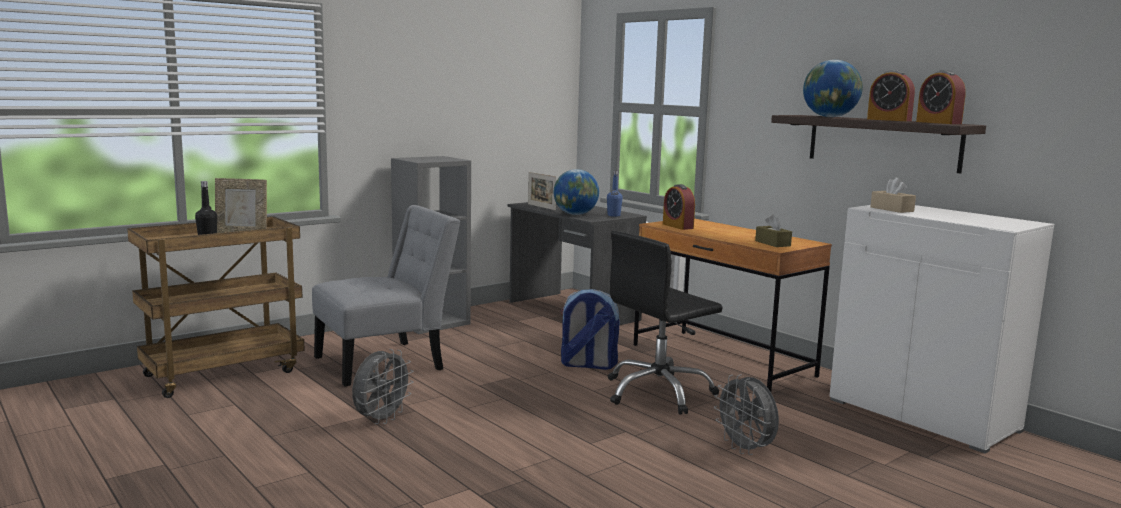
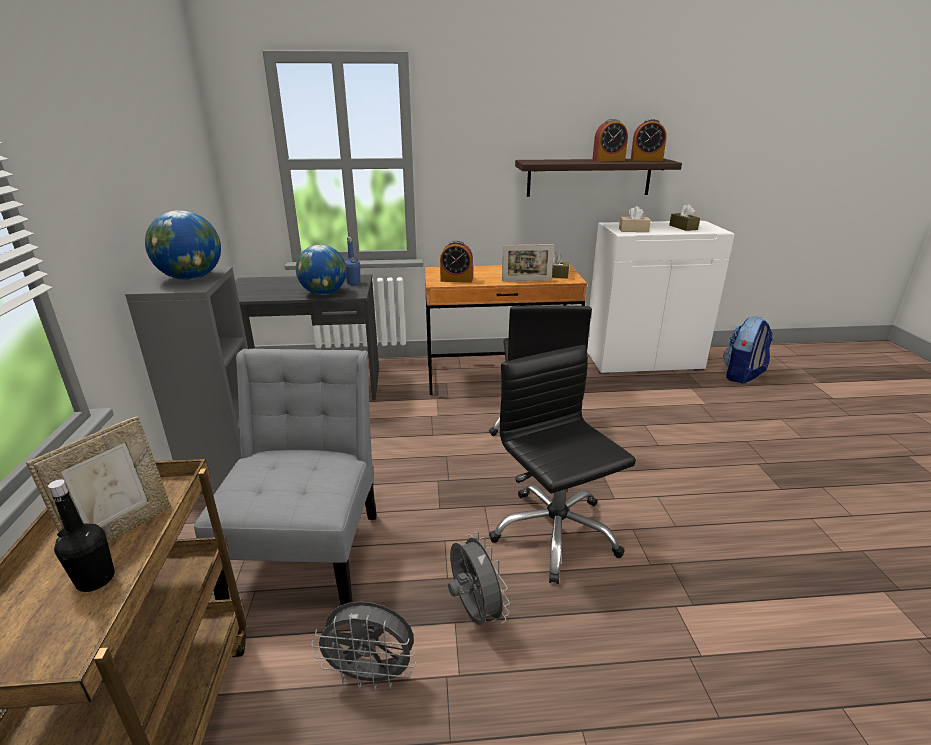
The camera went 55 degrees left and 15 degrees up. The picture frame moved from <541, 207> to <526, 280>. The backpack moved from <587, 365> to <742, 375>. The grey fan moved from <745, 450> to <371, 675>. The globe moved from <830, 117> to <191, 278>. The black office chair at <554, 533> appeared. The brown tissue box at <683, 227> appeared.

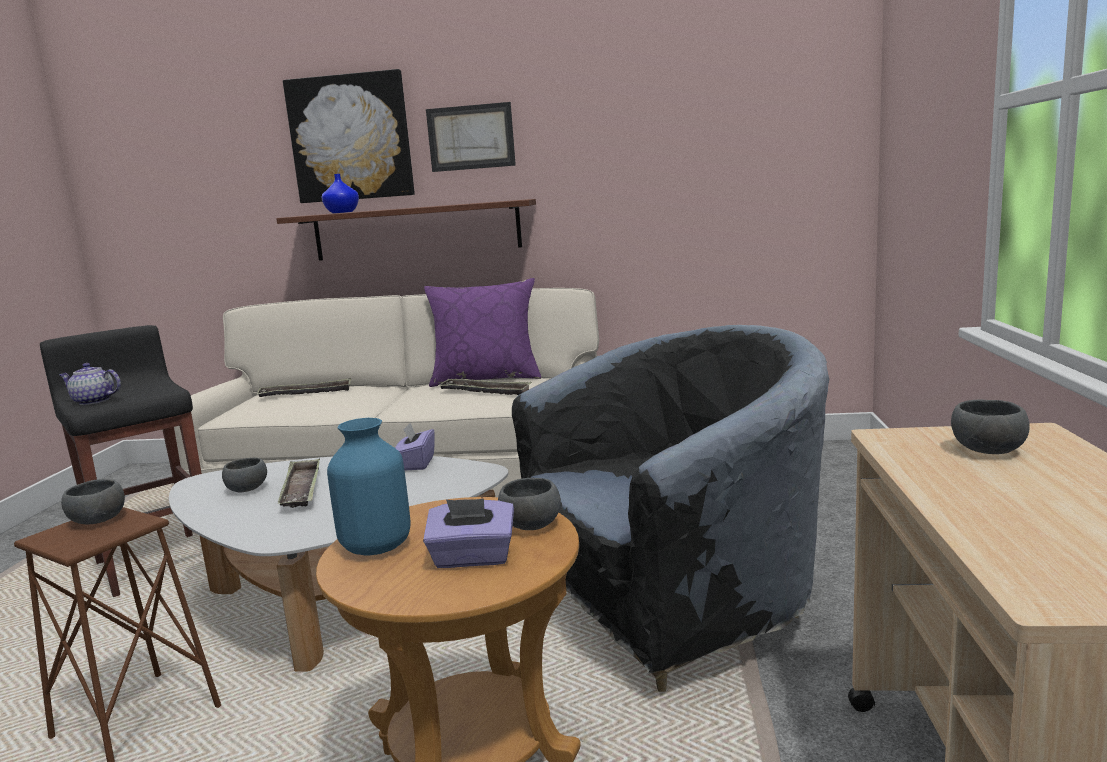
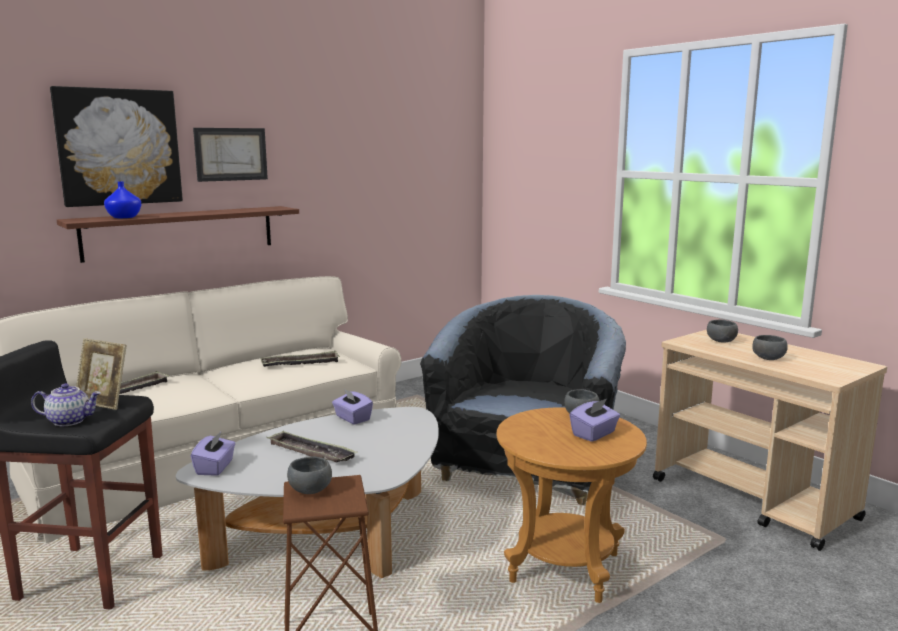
The camera went 45 degrees left and 0 degrees up. The teapot at <93, 401> turned 150 degrees counterclockwise. The grey bowl moved from <248, 489> to <767, 358>. The blue vase at <376, 546> disappeared. The purple pillow at <486, 378> disappeared. The picture frame at <103, 403> appeared. The purple tissue box at <215, 467> appeared.

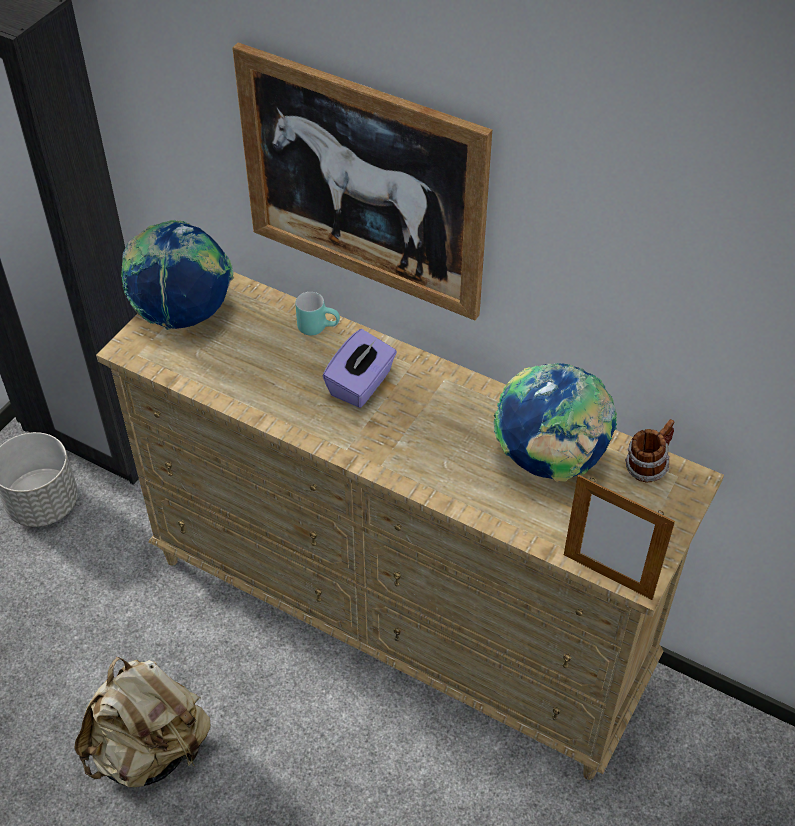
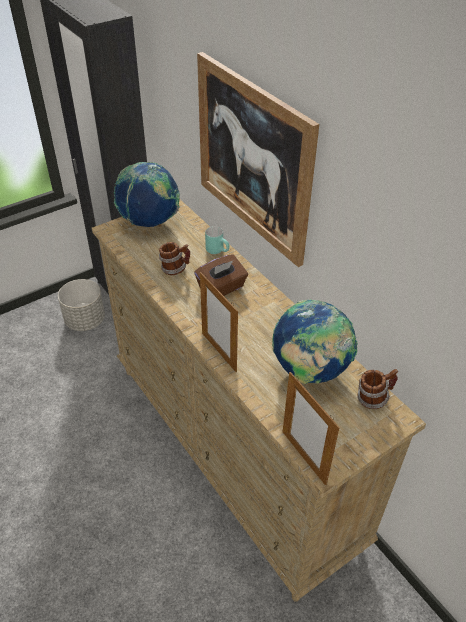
The camera went 25 degrees right and 5 degrees down. The beige backpack at <150, 750> disappeared. The purple tissue box at <361, 384> became the brown tissue box at <221, 288>. The mug at <175, 269> appeared. The picture frame at <219, 352> appeared.

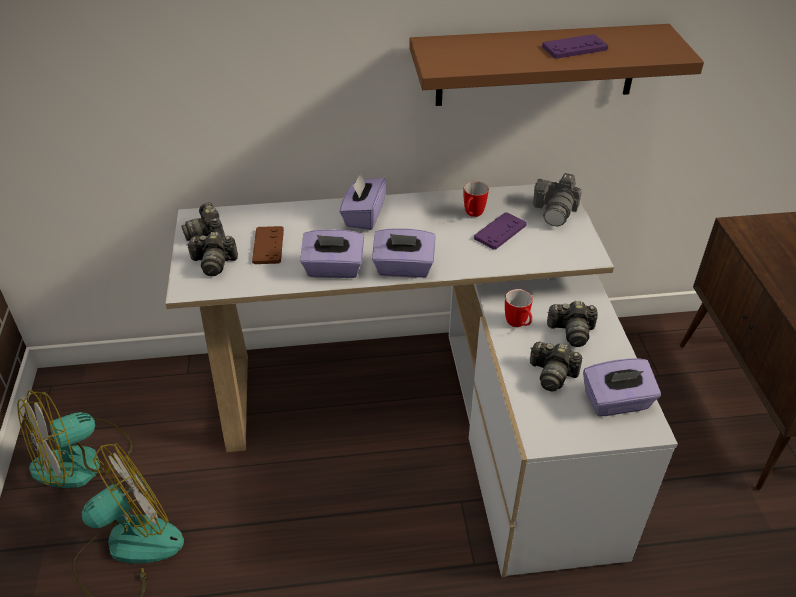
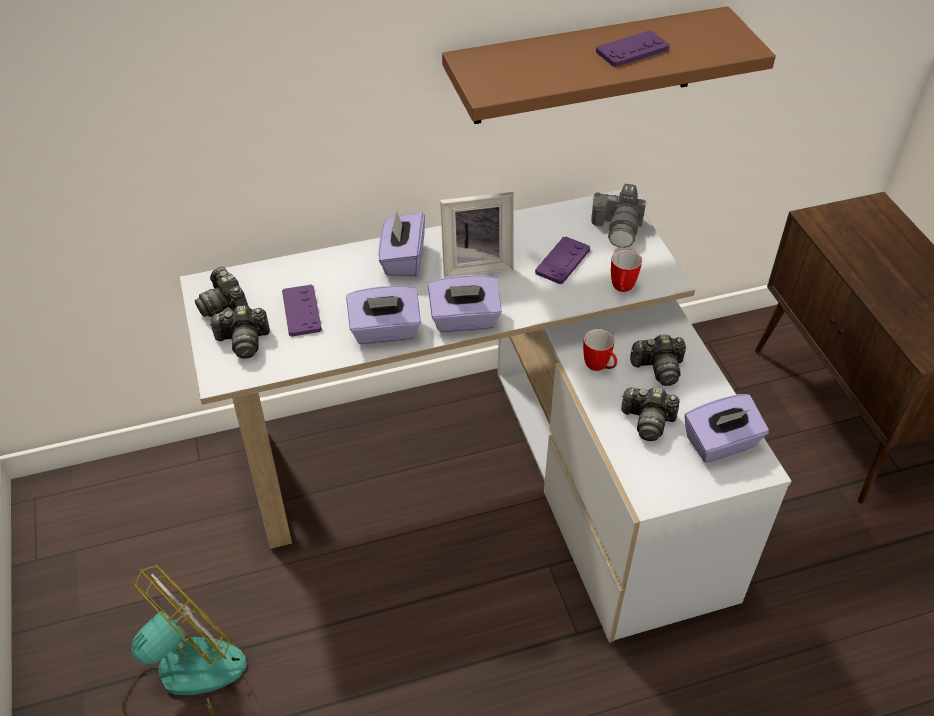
The camera went 10 degrees left and 5 degrees up. The fan at <82, 460> disappeared. The brown game controller at <268, 246> became the purple game controller at <301, 311>. The mug moved from <472, 215> to <621, 289>. The picture frame at <476, 264> appeared.

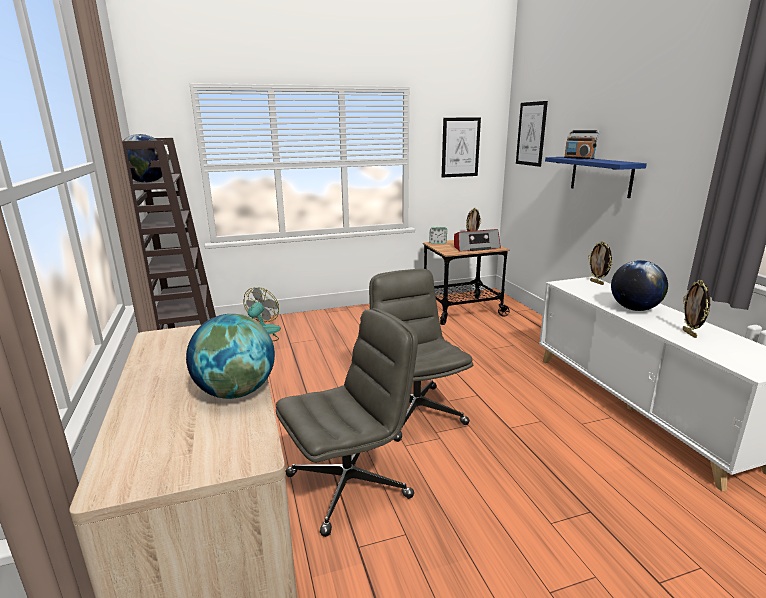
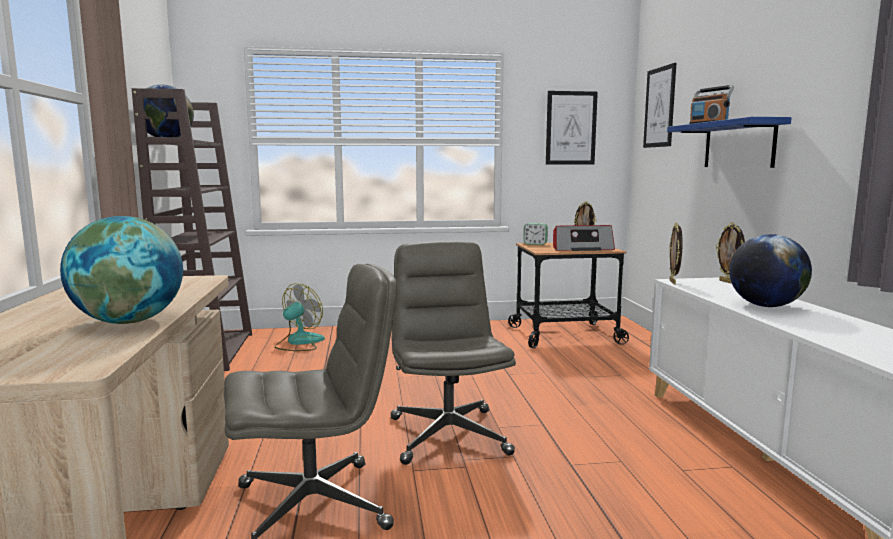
The camera went 10 degrees right and 10 degrees down. The picture frame moved from <690, 334> to <673, 282>.

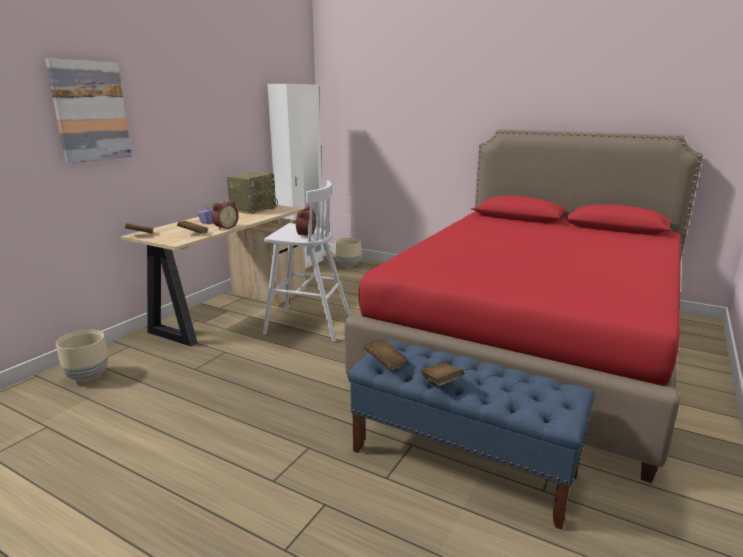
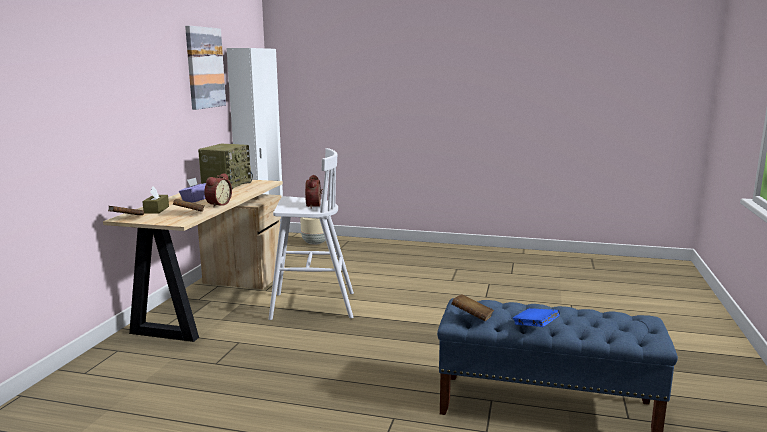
The camera went 15 degrees left and 5 degrees down. The picture moved from <90, 111> to <204, 67>. The beige planter at <88, 376> disappeared. The red bed at <531, 345> disappeared. The brown book at <441, 383> became the blue book at <535, 327>. The brown tissue box at <156, 210> appeared.

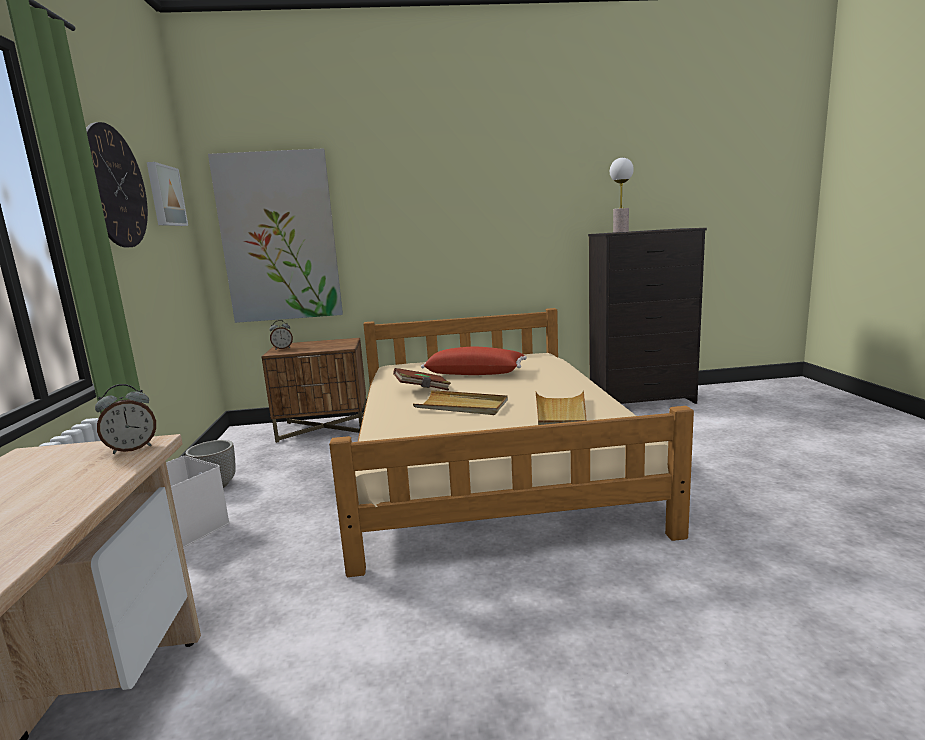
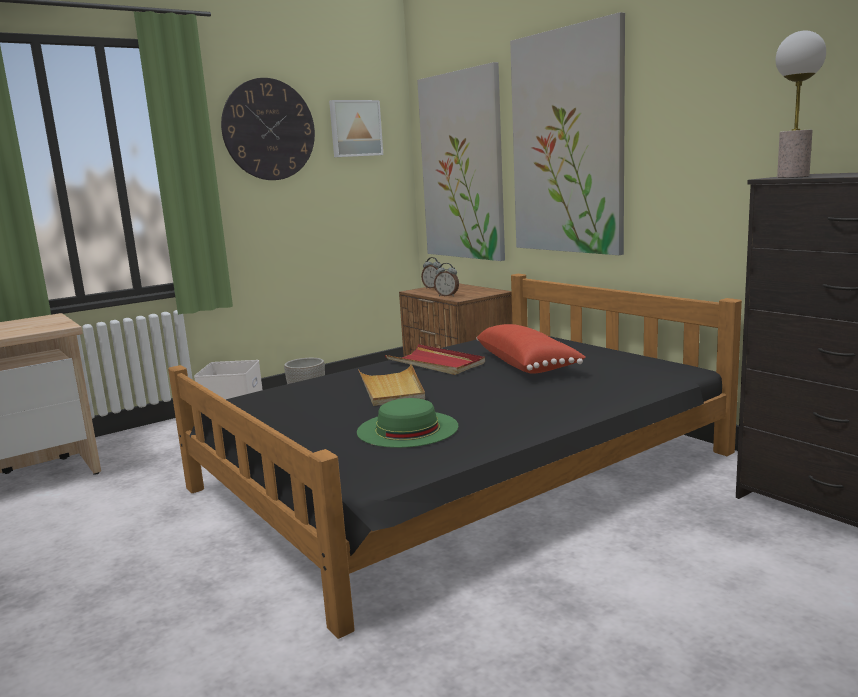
The camera went 60 degrees right and 0 degrees up. The alarm clock moved from <132, 449> to <447, 296>. The beige bed at <487, 460> became the black bed at <460, 472>. The brown book at <422, 390> was replaced by the red tray at <435, 363>. The beige tray at <560, 412> was replaced by the green hat at <407, 428>. The picture at <567, 143> appeared.

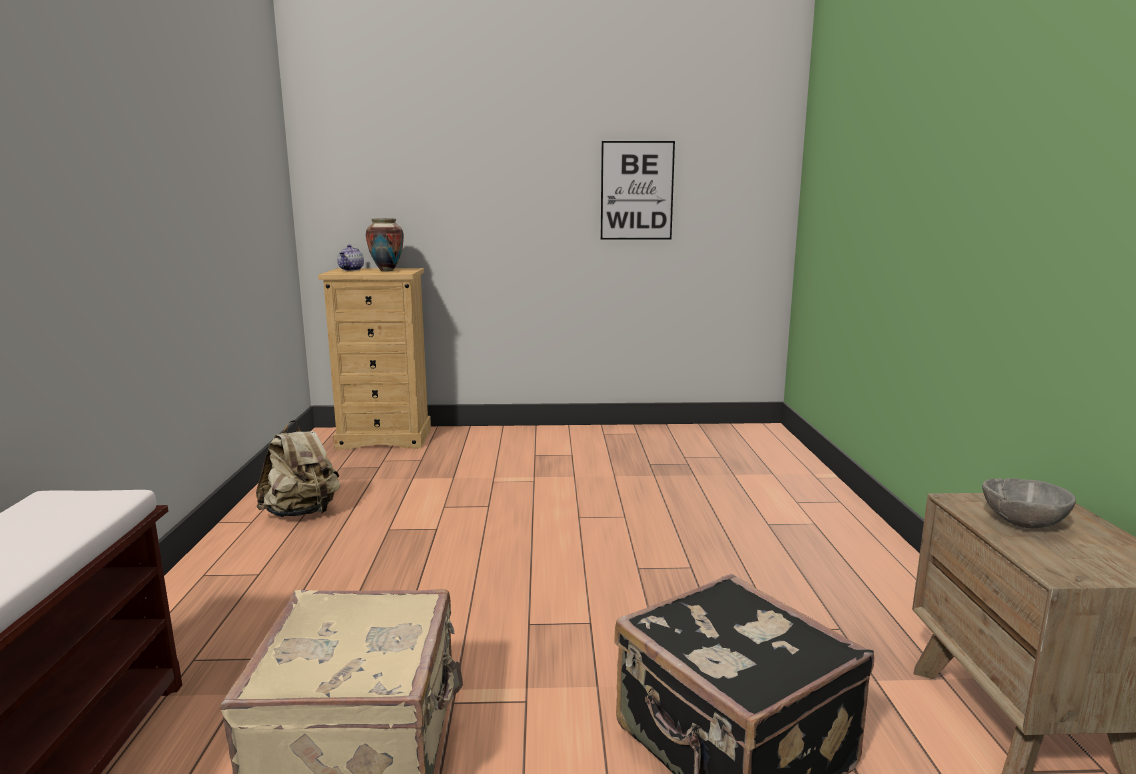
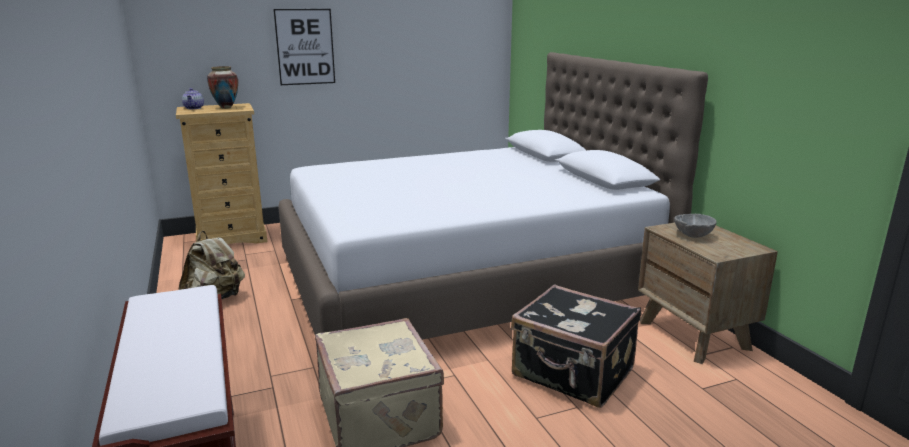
The camera went 20 degrees left and 5 degrees up. The picture moved from <637, 191> to <305, 47>. The white bed at <467, 280> appeared.

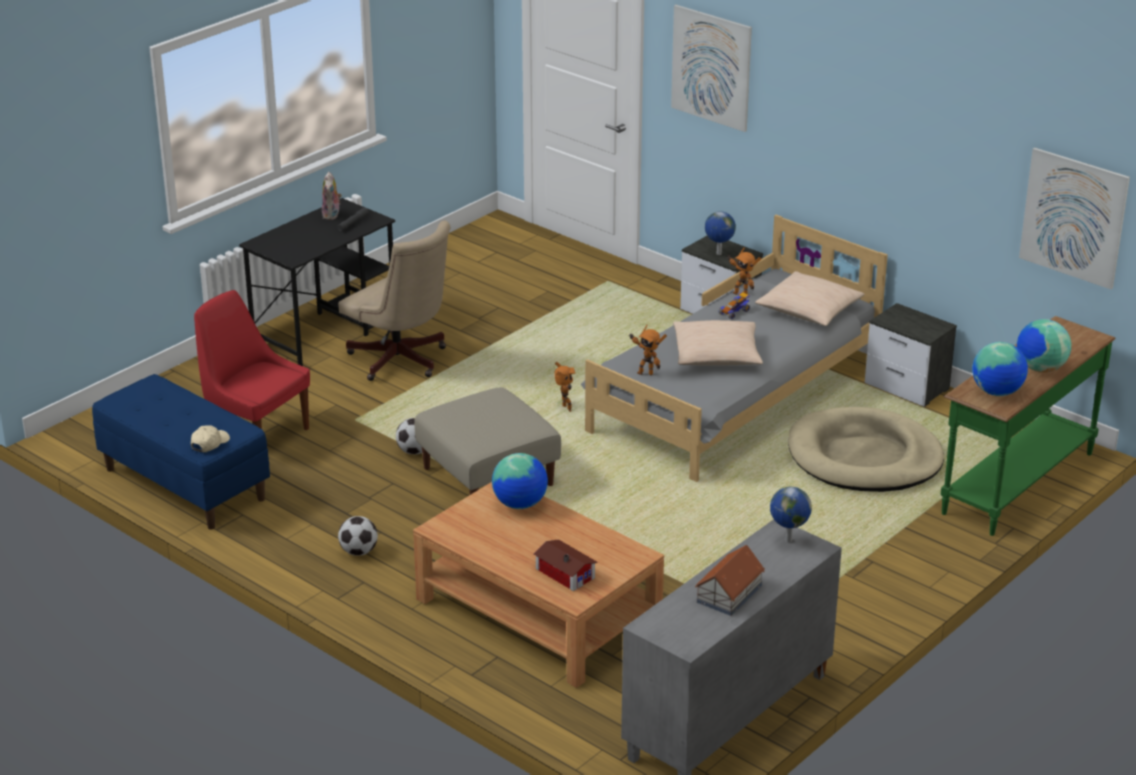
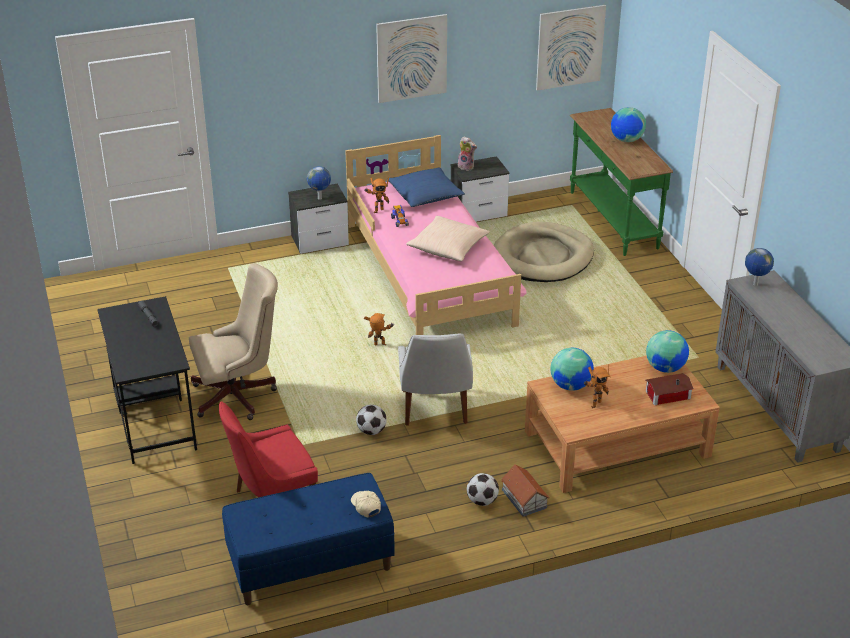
The camera went 60 degrees left and 5 degrees up. The plush toy moved from <332, 215> to <466, 166>. The beige ottoman at <487, 476> was replaced by the white chair at <435, 409>. The grey bed at <736, 396> became the pink bed at <430, 274>. The toy robot moved from <645, 373> to <594, 403>. The picture moved from <711, 67> to <411, 58>. The toy house moved from <730, 593> to <524, 498>. The beige pillow at <809, 310> became the blue pillow at <425, 195>. The globe moved from <997, 392> to <665, 368>.

